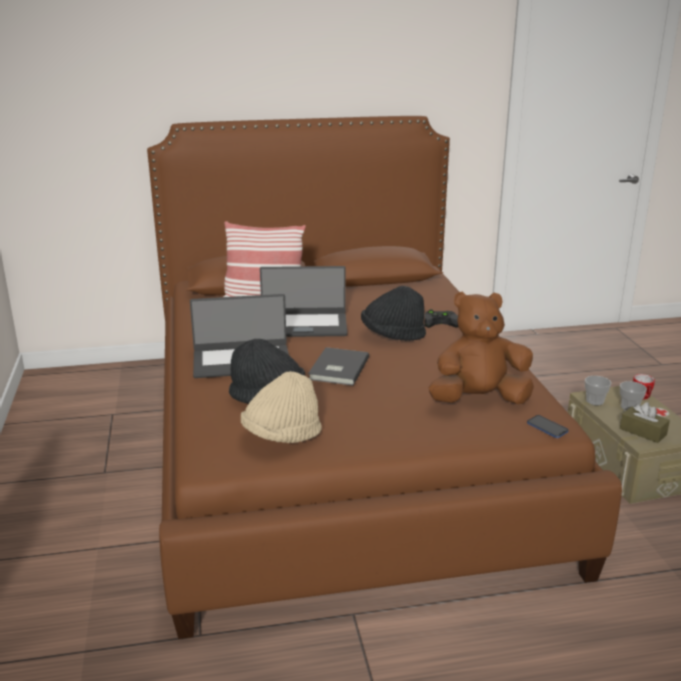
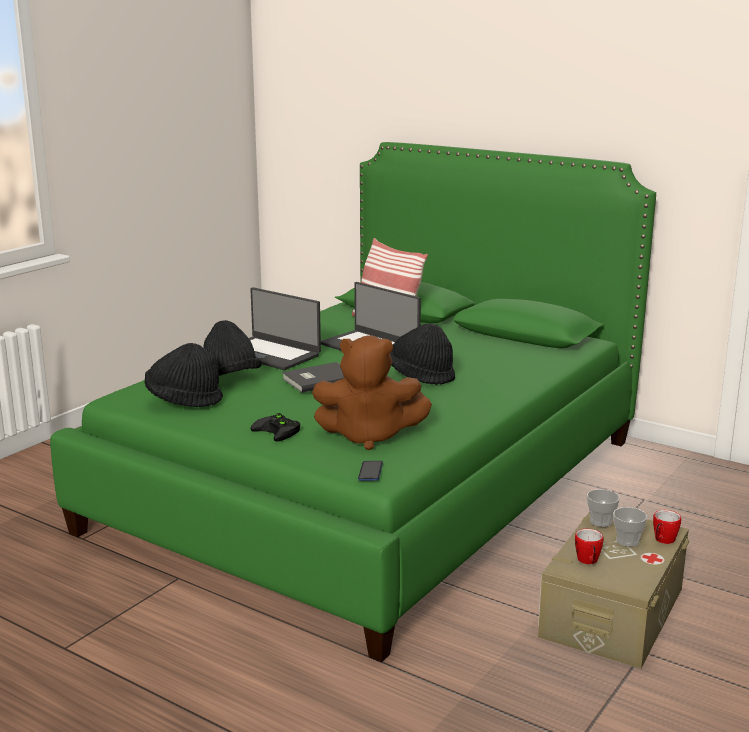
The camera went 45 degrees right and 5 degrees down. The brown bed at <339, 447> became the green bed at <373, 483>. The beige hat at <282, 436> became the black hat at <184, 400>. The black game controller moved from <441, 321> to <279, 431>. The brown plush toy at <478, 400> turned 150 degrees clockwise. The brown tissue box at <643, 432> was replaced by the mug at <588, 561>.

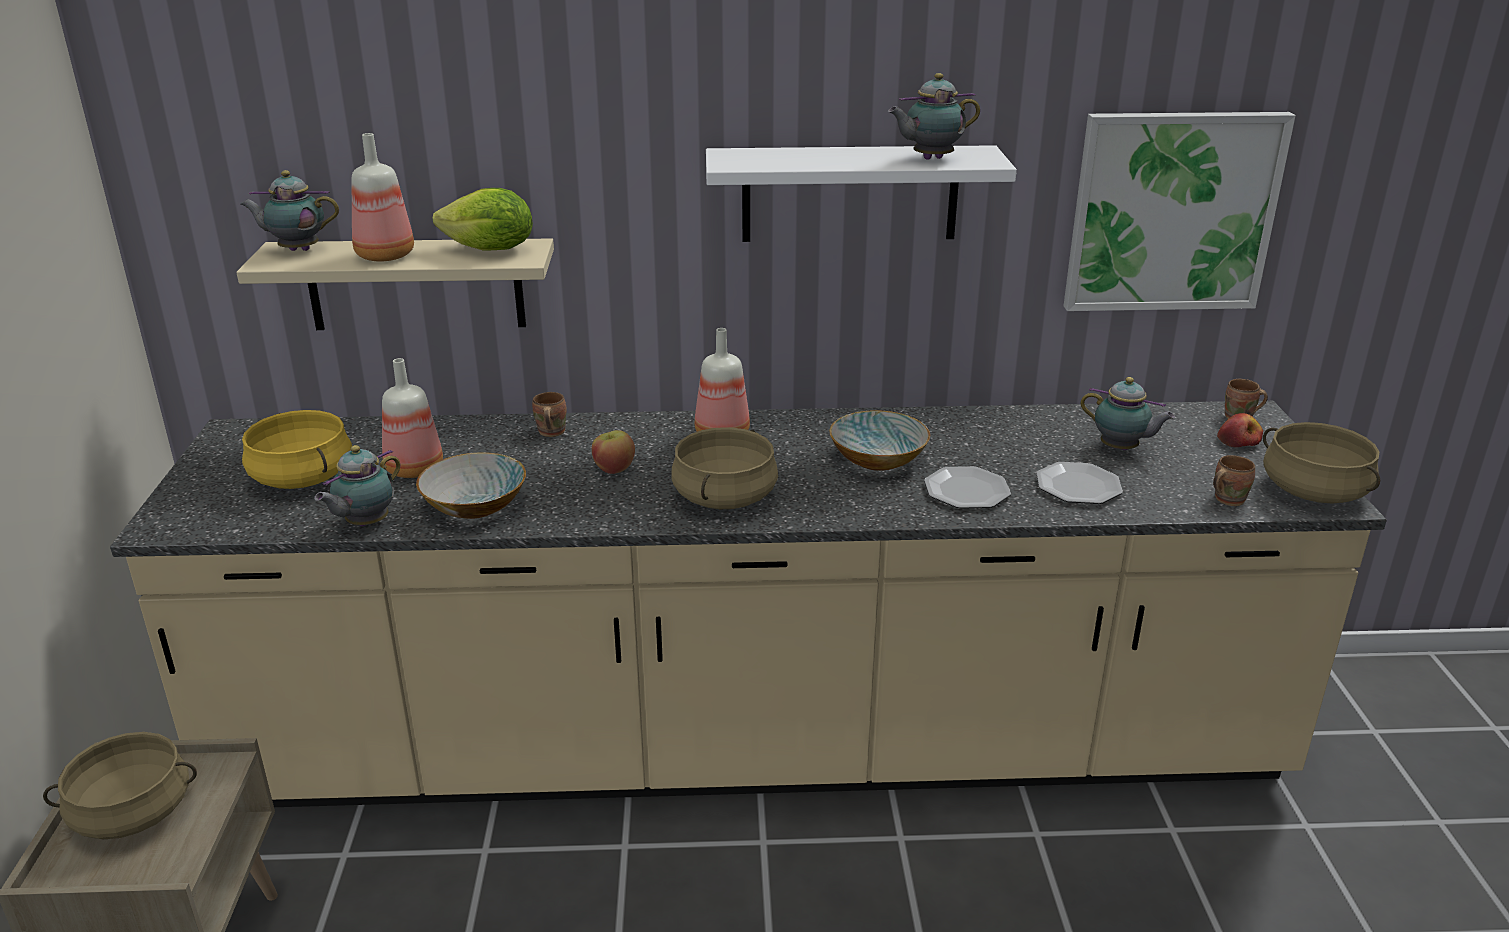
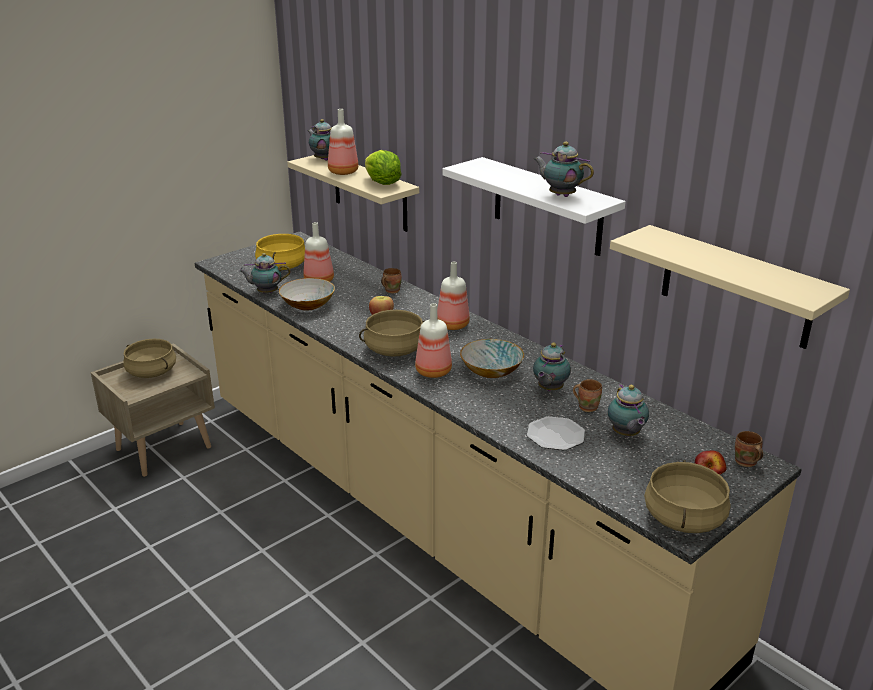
The camera went 50 degrees right and 0 degrees up. The plate at <965, 491> disappeared. The picture at <1172, 212> was replaced by the beige shelf at <736, 287>. The brown mug moved from <1226, 499> to <587, 406>. The bottle at <432, 372> appeared. The teapot at <549, 389> appeared.

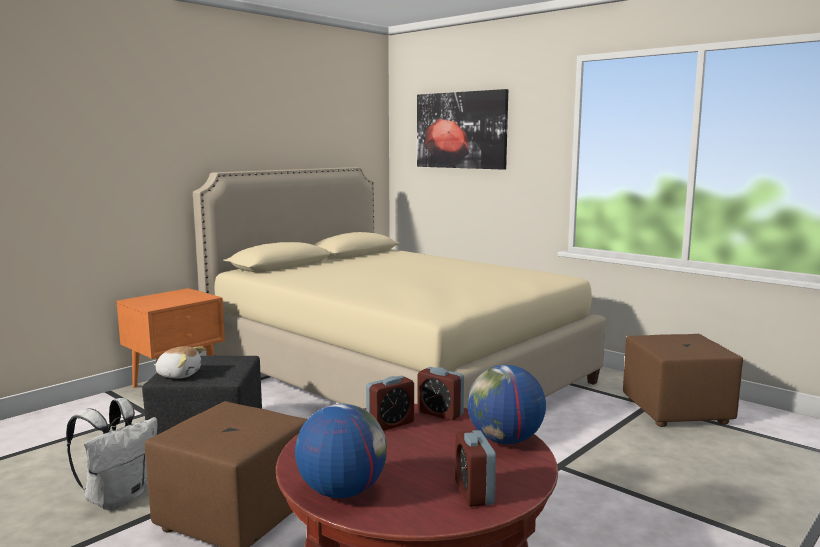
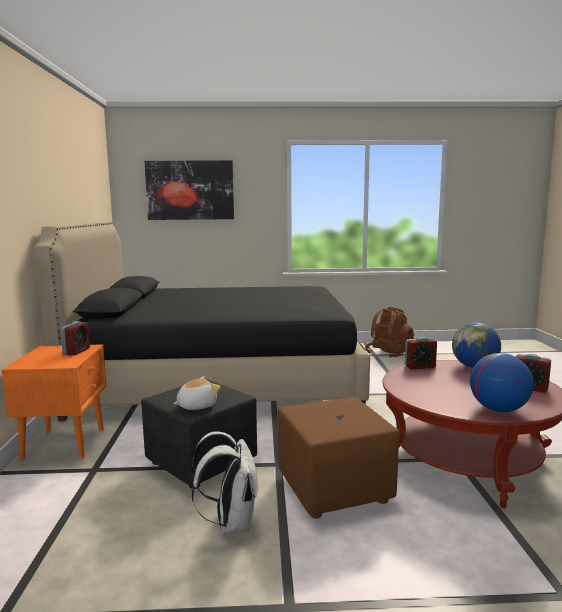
The camera went 45 degrees left and 0 degrees up. The beige bed at <395, 374> became the black bed at <220, 380>. The alarm clock moved from <390, 424> to <76, 351>. The brown ottoman at <675, 411> was replaced by the brown backpack at <389, 354>.

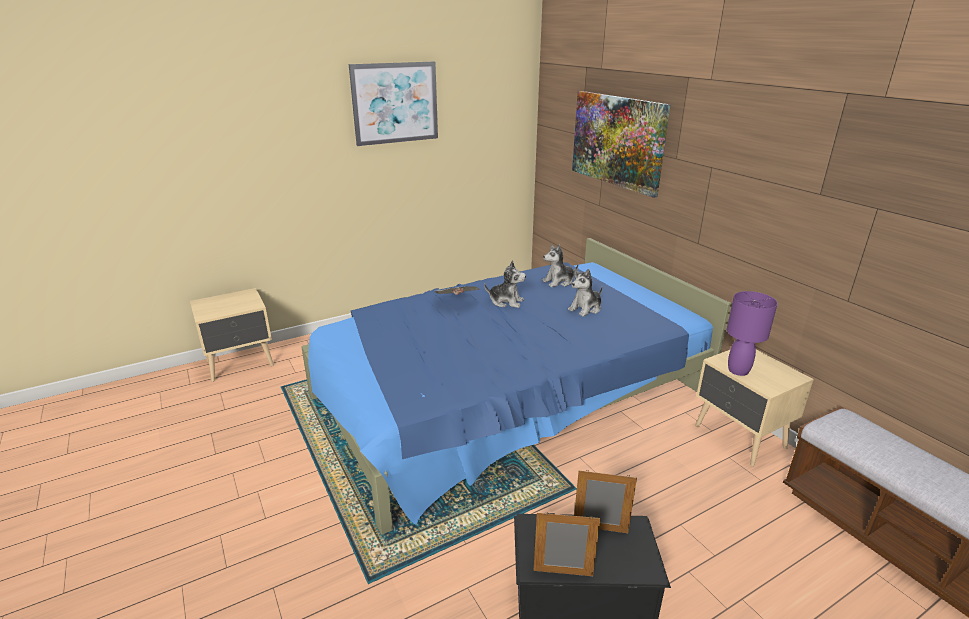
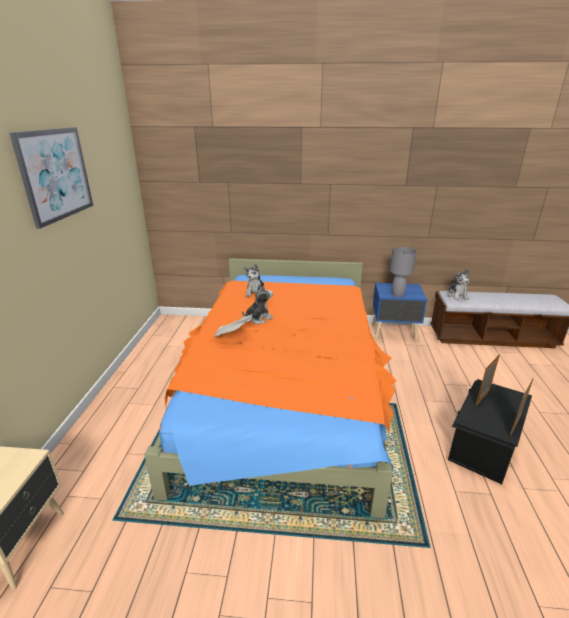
The camera went 55 degrees left and 0 degrees up. The blue bed at <507, 397> became the orange bed at <284, 388>. The plush toy moved from <585, 309> to <457, 296>. The picture at <617, 141> disappeared. The beige nightstand at <739, 438> became the blue nightstand at <394, 334>. The purple table lamp at <738, 370> became the grey table lamp at <397, 294>.

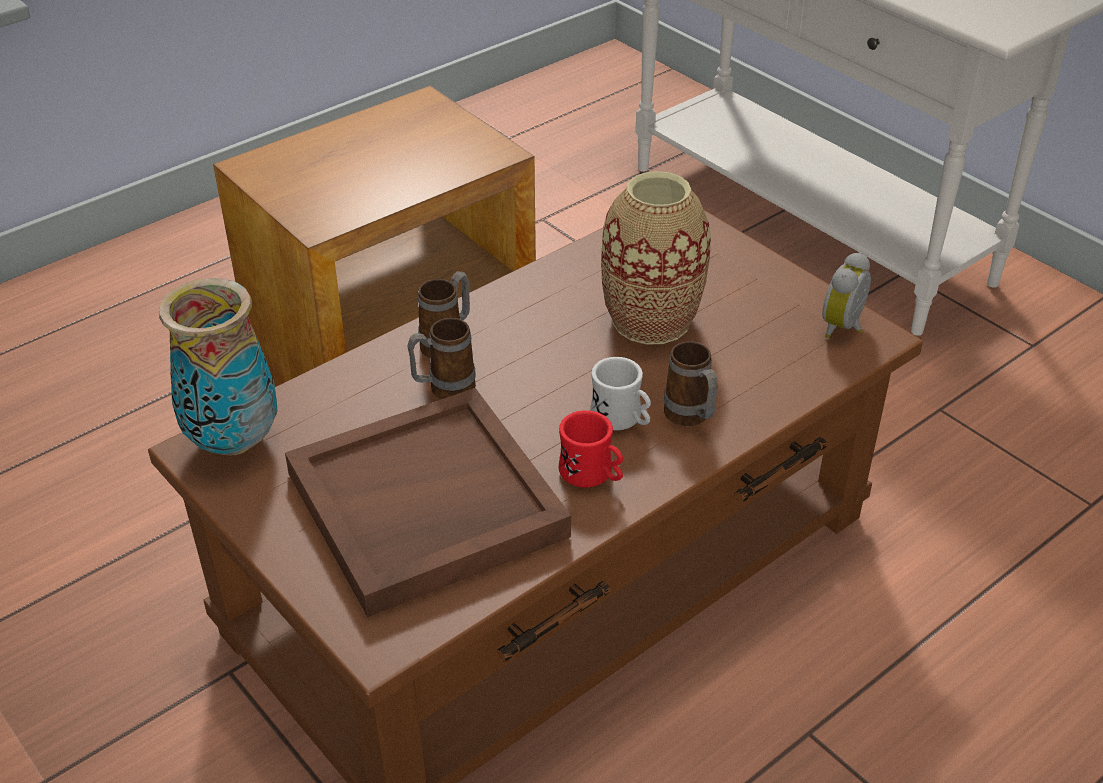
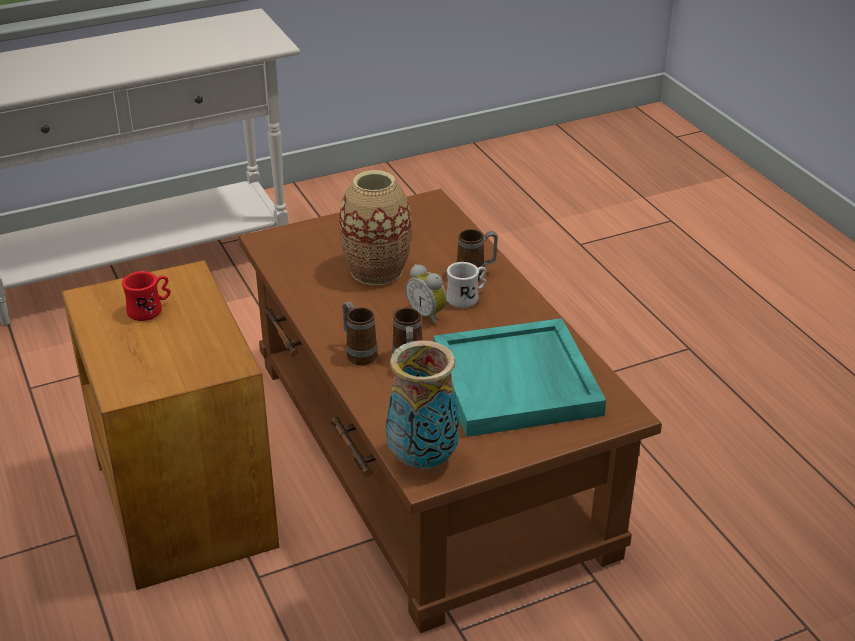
The camera went 75 degrees left and 5 degrees down. The brown tray at <425, 507> became the turquoise tray at <517, 383>. The red mug moved from <592, 475> to <150, 310>. The alarm clock moved from <845, 328> to <428, 314>.

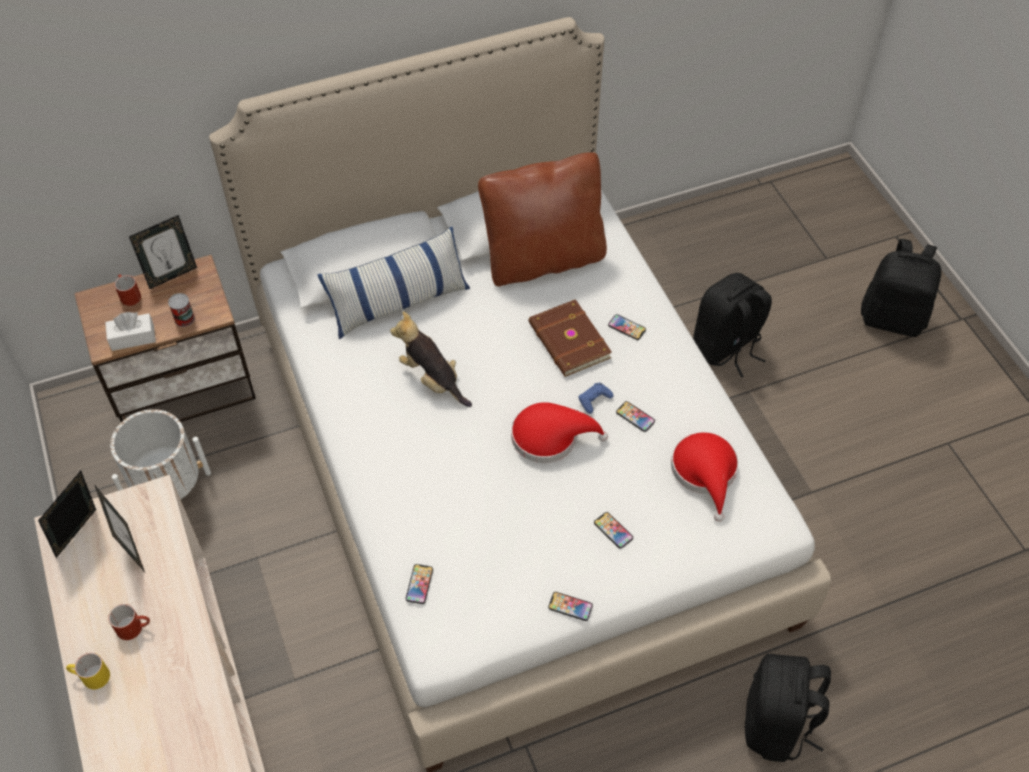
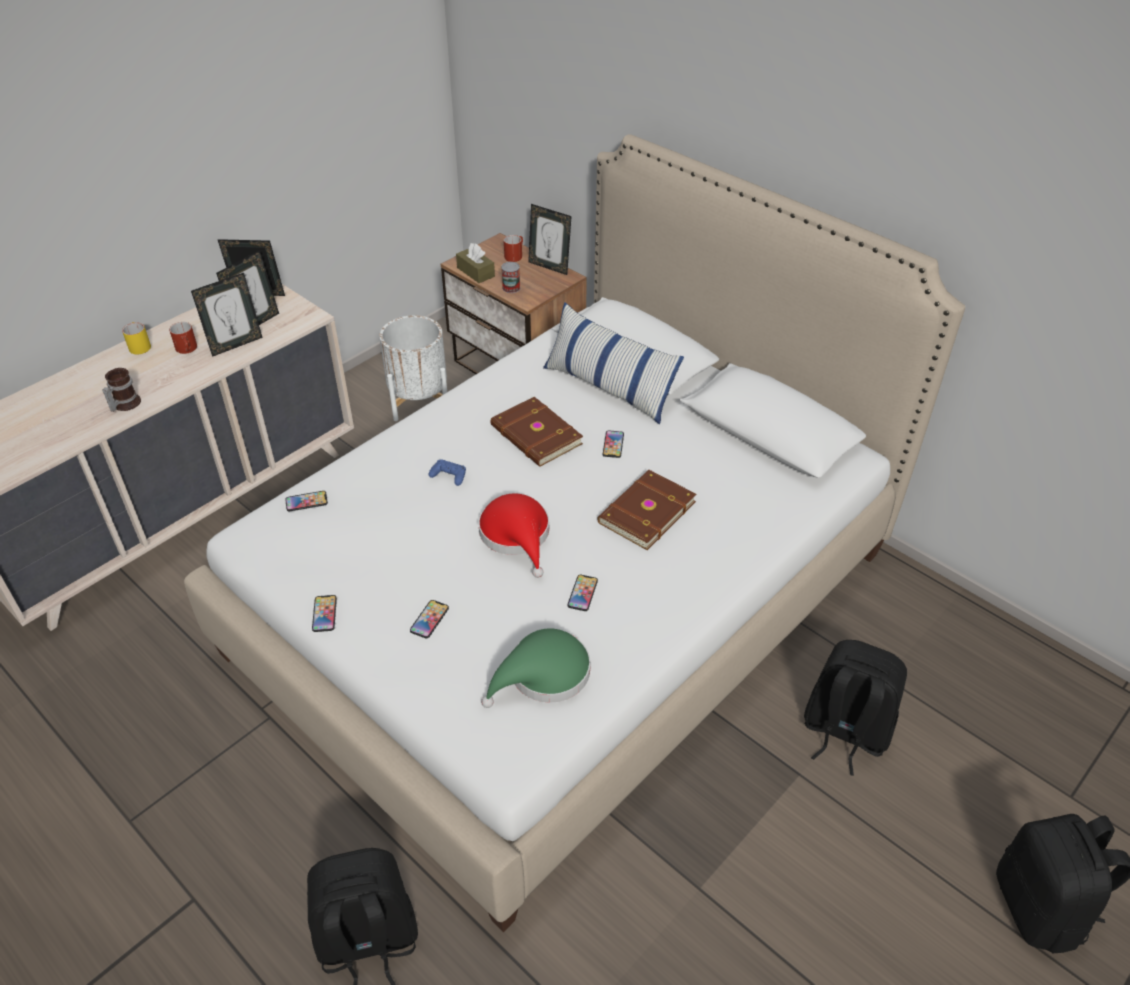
The camera went 65 degrees right and 10 degrees down. The white tissue box at <133, 338> became the brown tissue box at <475, 272>. The plush toy at <432, 379> was replaced by the brown book at <535, 436>. The brown pillow at <543, 259> disappeared. The blue game controller moved from <594, 400> to <449, 475>. The phone moved from <626, 327> to <613, 445>. The red hat at <705, 473> became the green hat at <543, 675>. The mug at <124, 404> appeared. The picture frame at <235, 344> appeared.

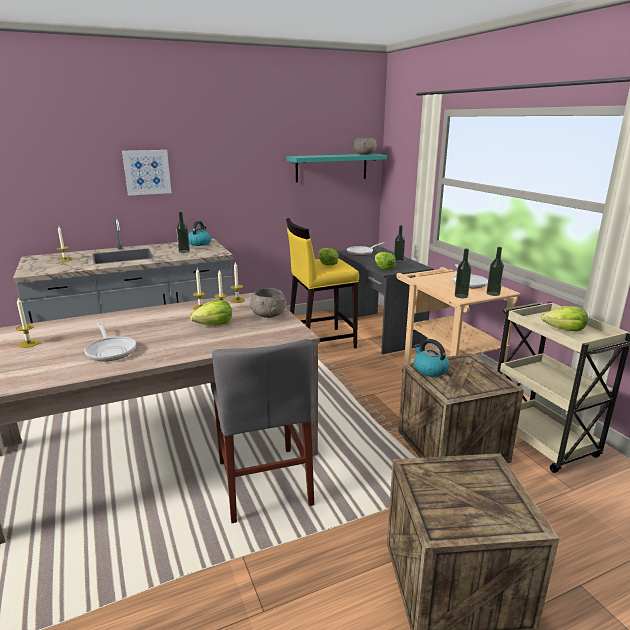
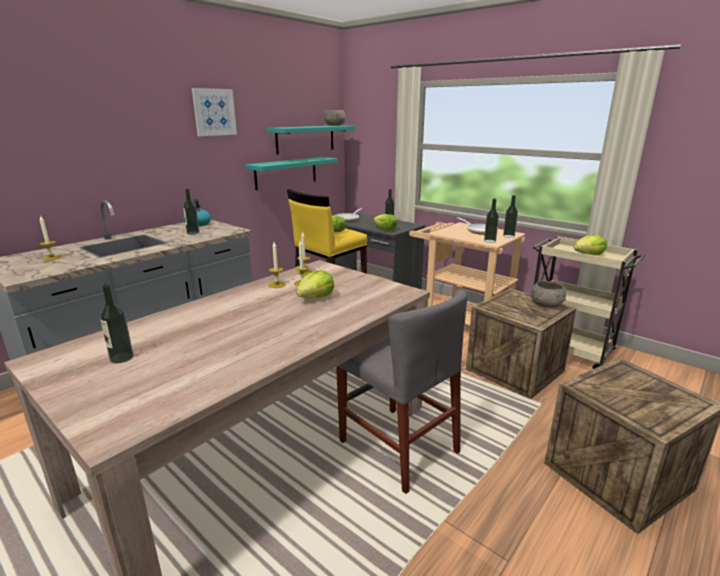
The camera went 25 degrees left and 0 degrees up. The candle at <28, 344> was replaced by the bottle at <121, 358>. The frying pan at <111, 351> disappeared. The picture moved from <147, 172> to <214, 112>. The grey bowl moved from <268, 315> to <546, 305>. The kettle at <429, 370> disappeared. The turquoise shelf at <286, 173> appeared.

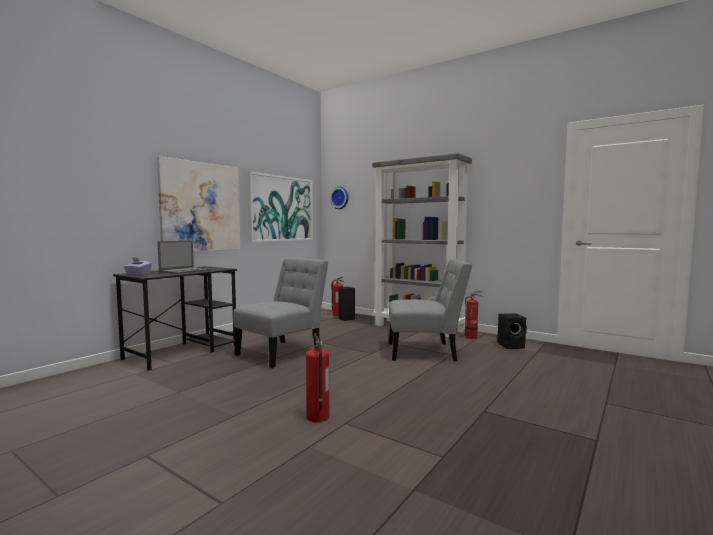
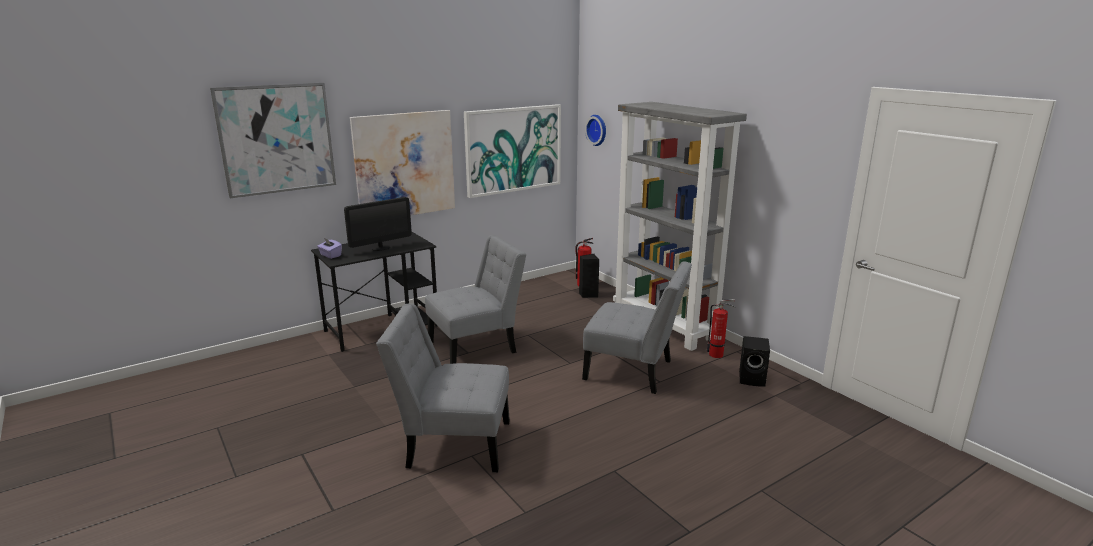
The camera went 20 degrees right and 15 degrees up. The laptop at <185, 271> was replaced by the monitor at <380, 248>. The fire extinguisher at <318, 417> was replaced by the grey chair at <453, 443>. The picture at <276, 139> appeared.

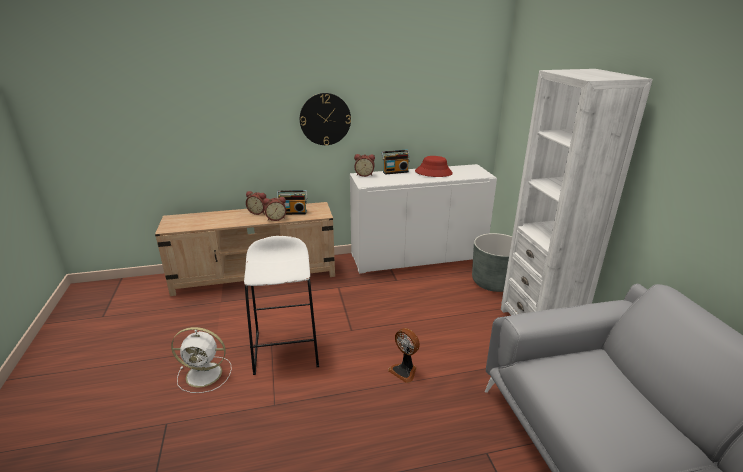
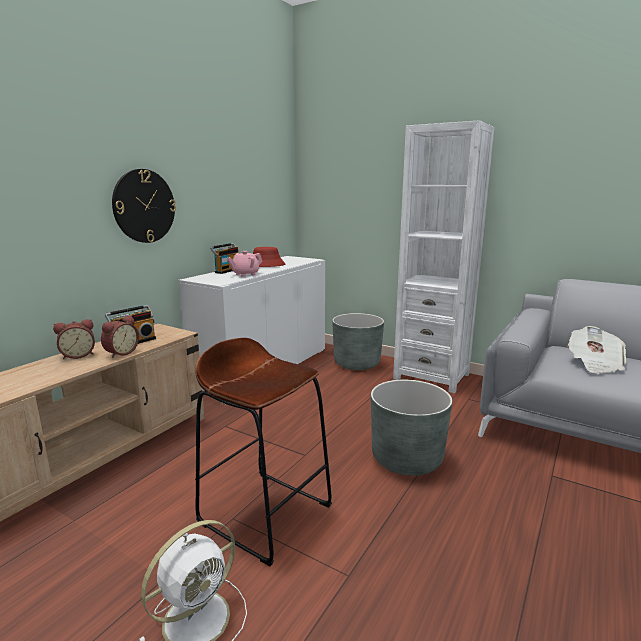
The camera went 45 degrees left and 10 degrees down. The white stool at <286, 349> became the brown stool at <265, 513>. The alarm clock at <364, 174> disappeared. The fan at <404, 371> was replaced by the grey planter at <407, 458>. The pink teapot at <245, 274> appeared. The newspaper at <594, 364> appeared.

